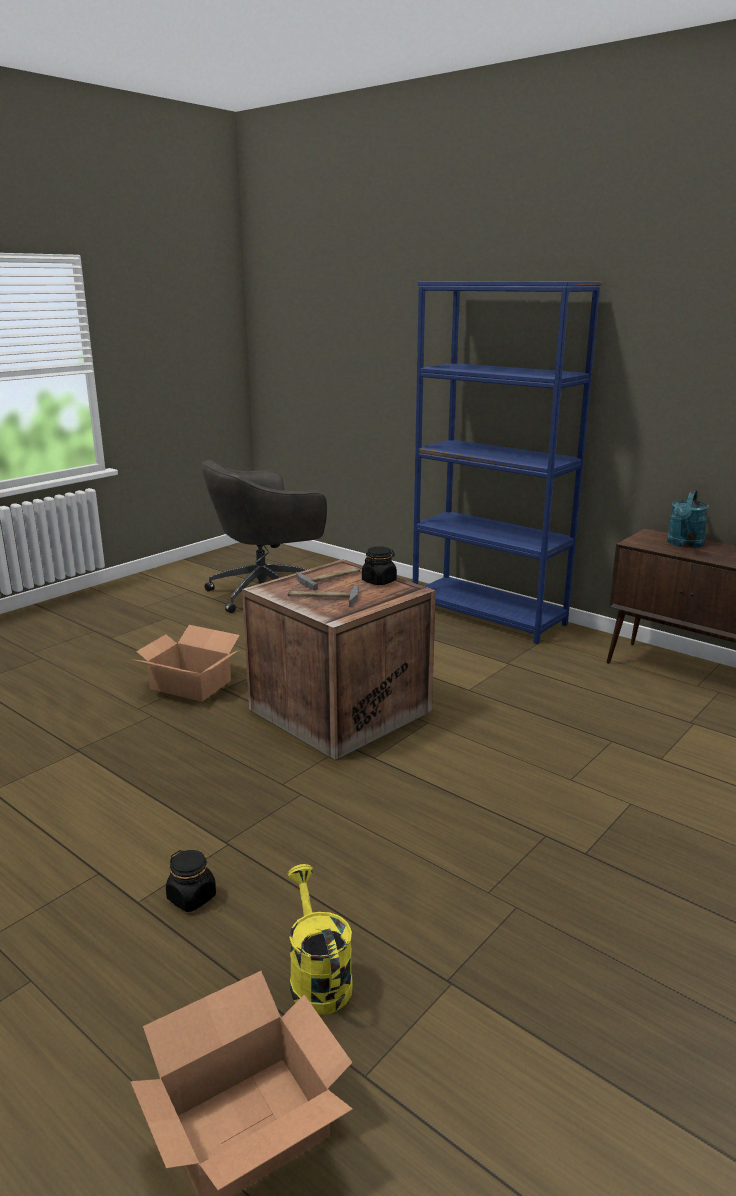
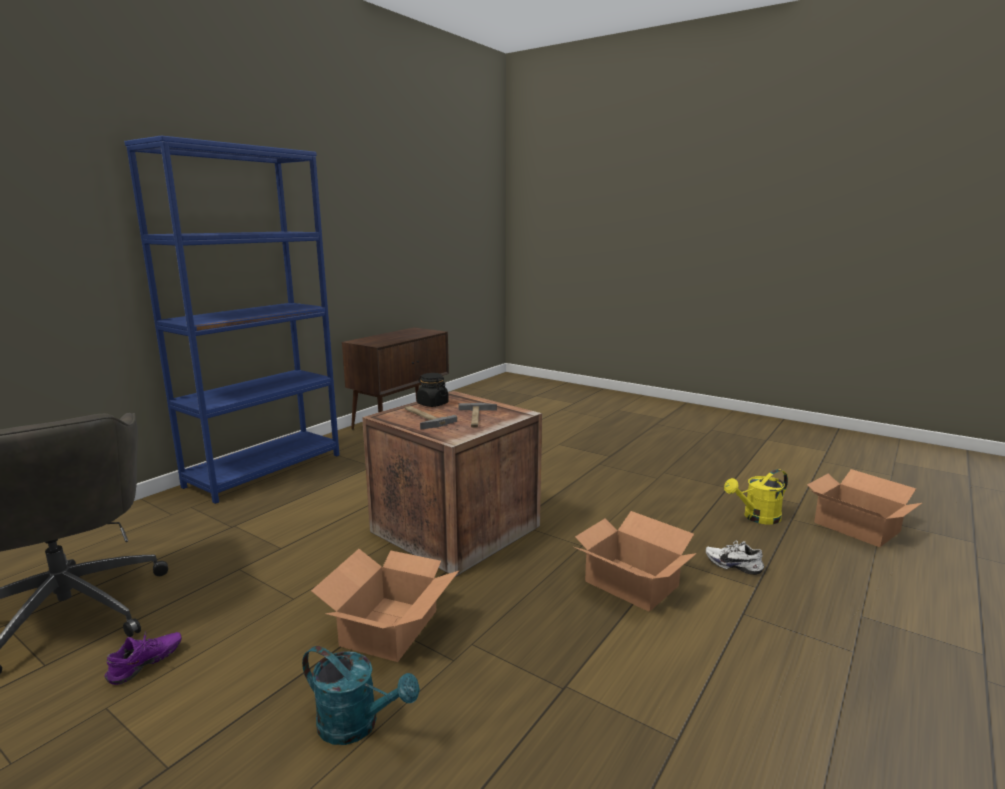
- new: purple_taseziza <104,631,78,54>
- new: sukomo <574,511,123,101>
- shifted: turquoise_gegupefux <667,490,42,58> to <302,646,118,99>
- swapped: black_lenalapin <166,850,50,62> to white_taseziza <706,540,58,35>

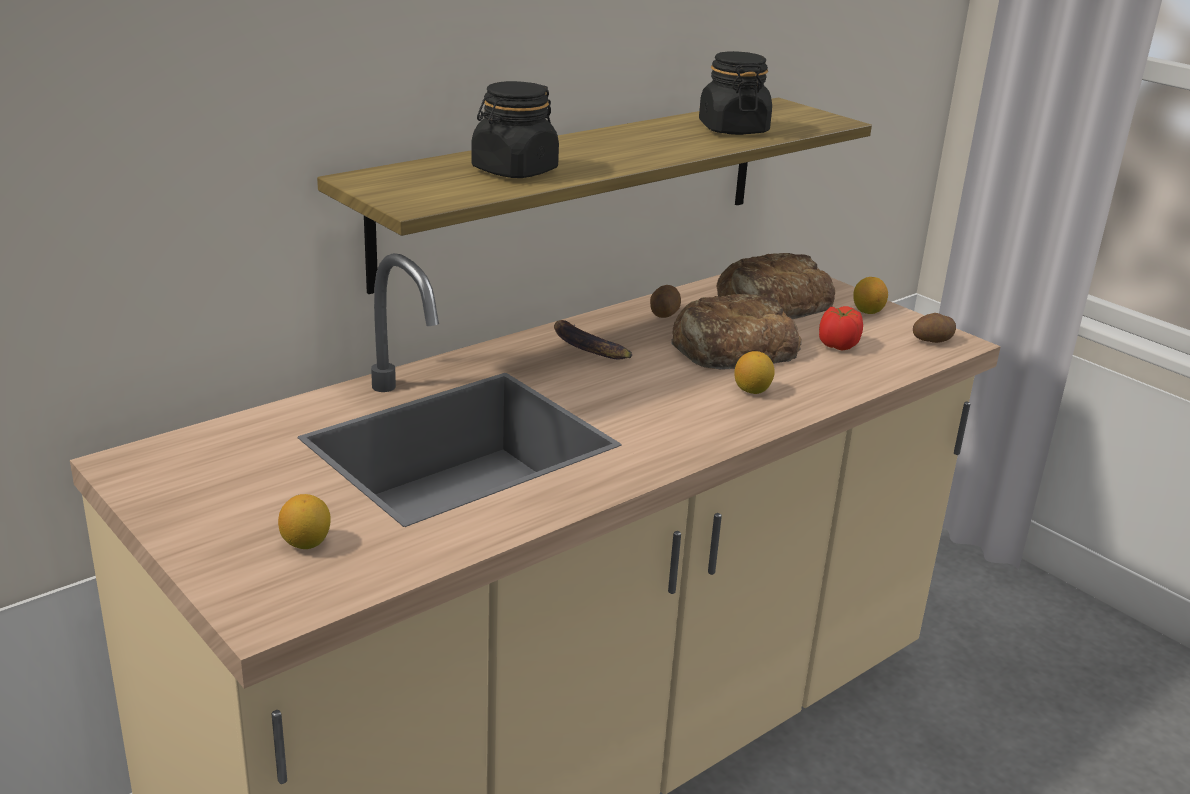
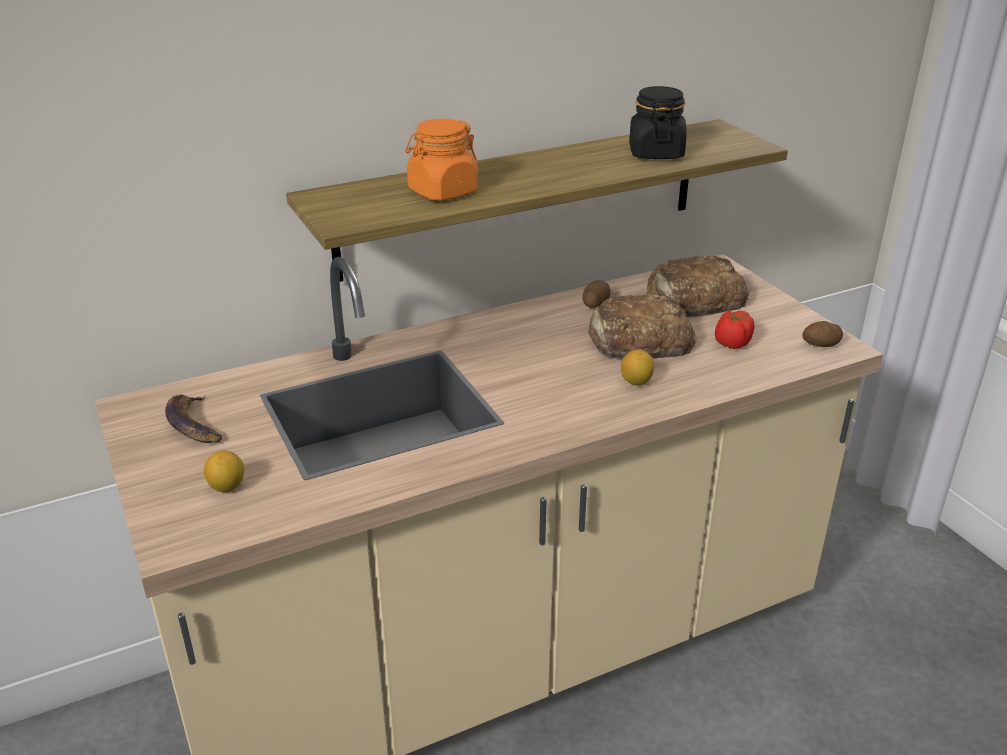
- gone: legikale <853,277,35,37>
- shifted: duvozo <554,320,78,39> to <165,394,57,49>
- repainted: black_lenalapin <471,81,88,97> to orange_lenalapin <405,119,73,82>

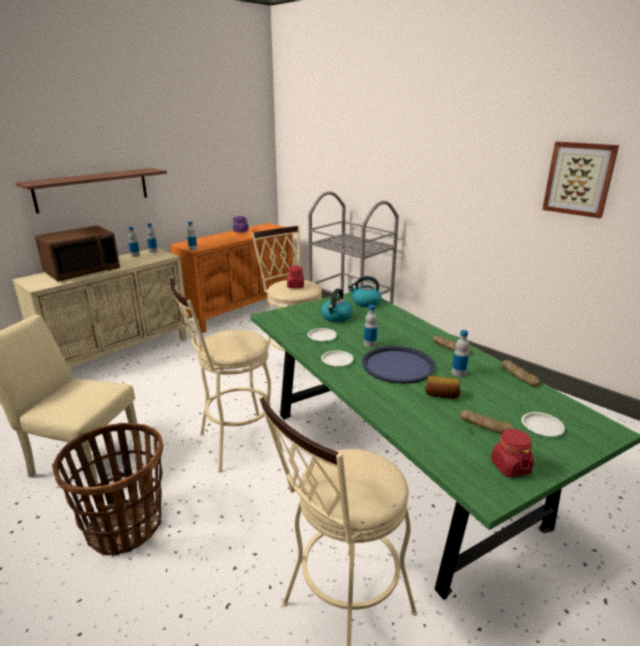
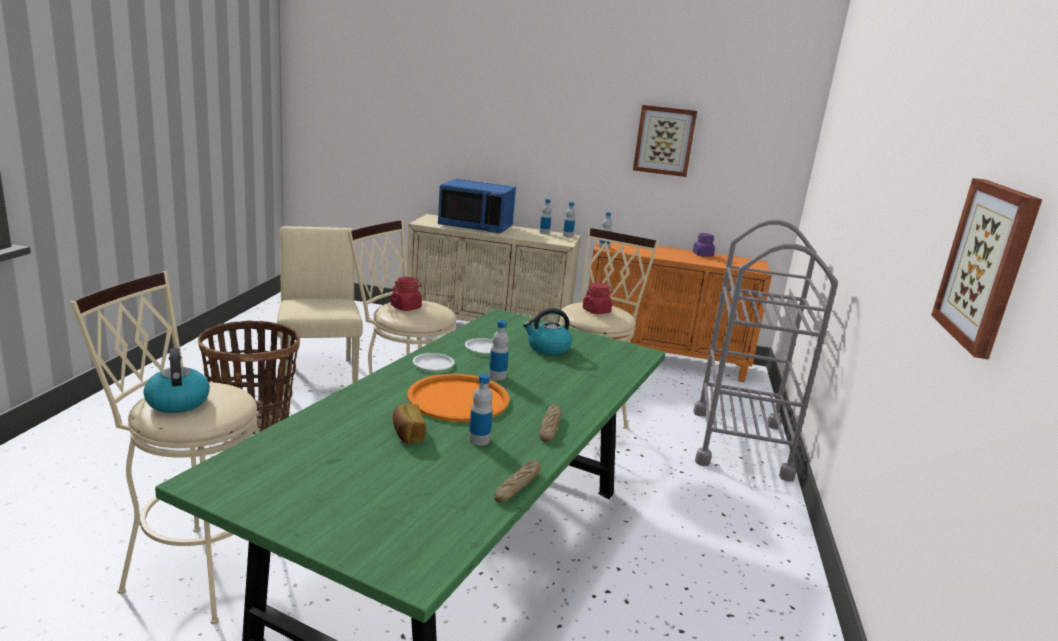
- gone: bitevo <16,168,151,45>
- gone: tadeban <460,410,54,24>
- gone: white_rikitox <522,412,43,24>
- new: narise <633,105,64,72>
- shifted: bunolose <348,276,34,31> to <143,348,67,65>
- shifted: red_lenalapin <491,428,43,49> to <391,277,31,34>
- repainted: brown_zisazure <35,225,85,57> to blue_zisazure <438,179,78,55>
- repainted: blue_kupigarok <362,346,74,38> to orange_kupigarok <408,374,102,48>

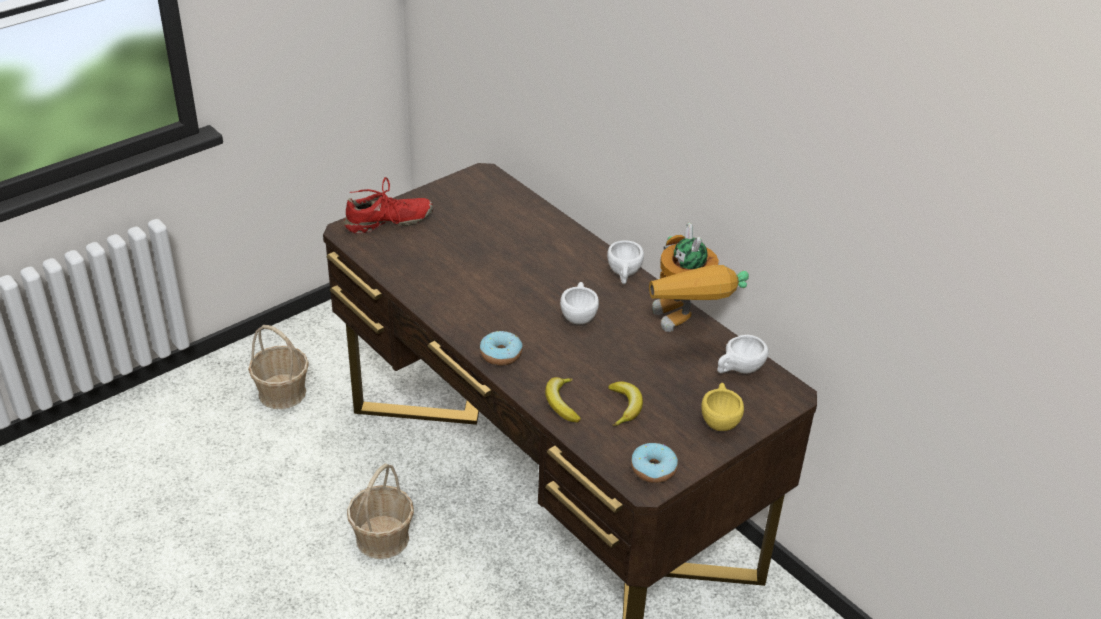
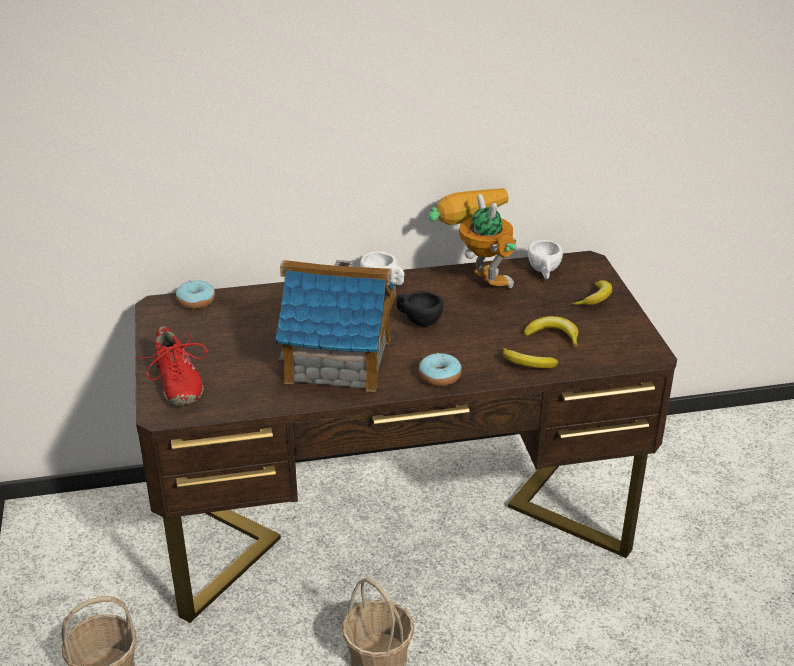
- new: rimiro <275,260,121,132>
- shifted: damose <631,443,47,40> to <176,280,39,29>
- swapped: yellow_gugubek <701,383,43,48> to duvozo <572,280,40,25>
- repainted: white_gugubek <560,282,39,42> to black_gugubek <396,291,47,36>
- rotated: red_taseziza <344,177,90,57> = <136,326,71,79> 150 degrees clockwise
- rotated: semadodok <649,223,100,109> = <428,188,88,100> 135 degrees counterclockwise

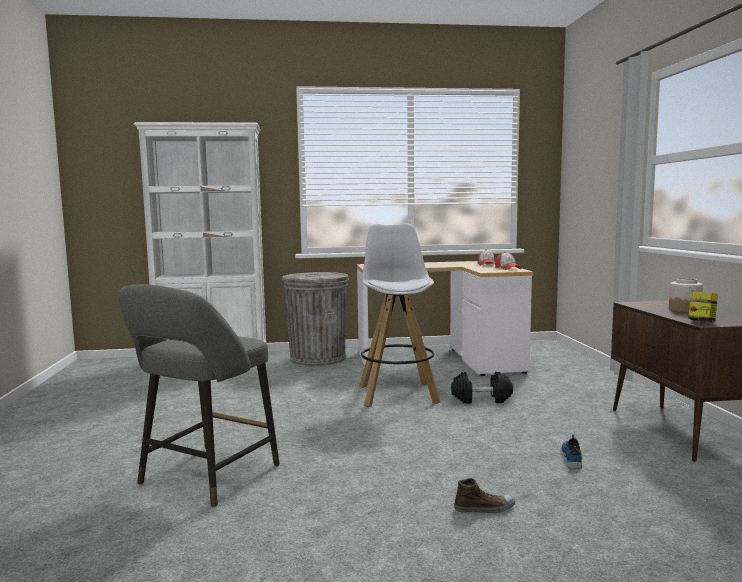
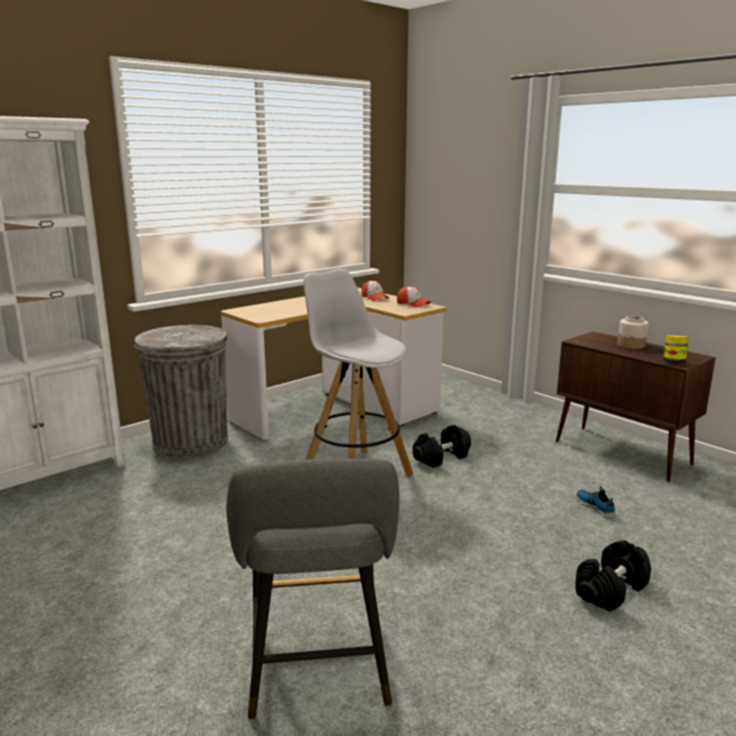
- swapped: taseziza <454,478,61,35> to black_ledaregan <575,540,76,72>

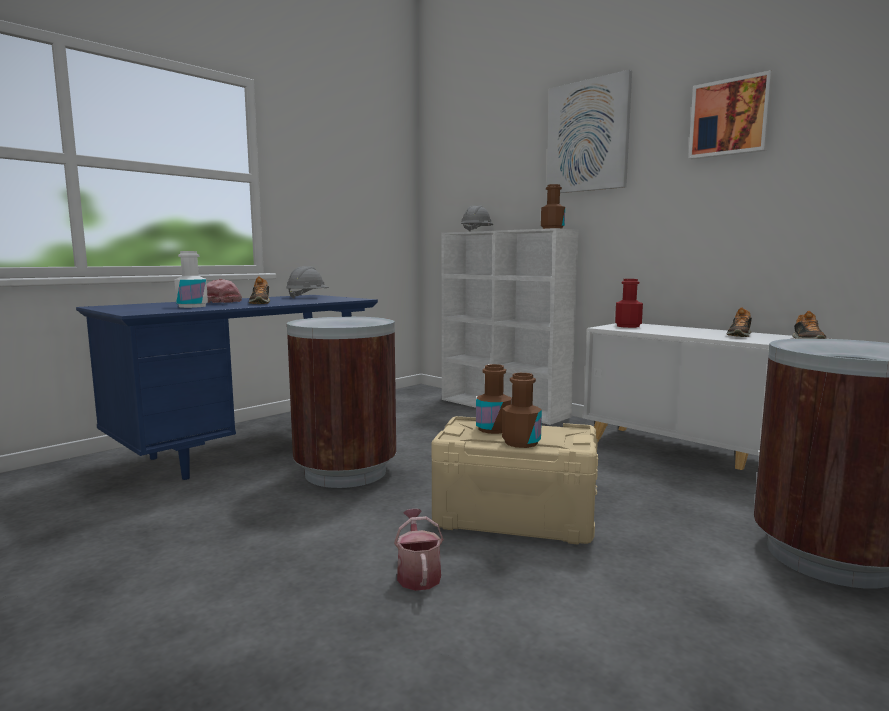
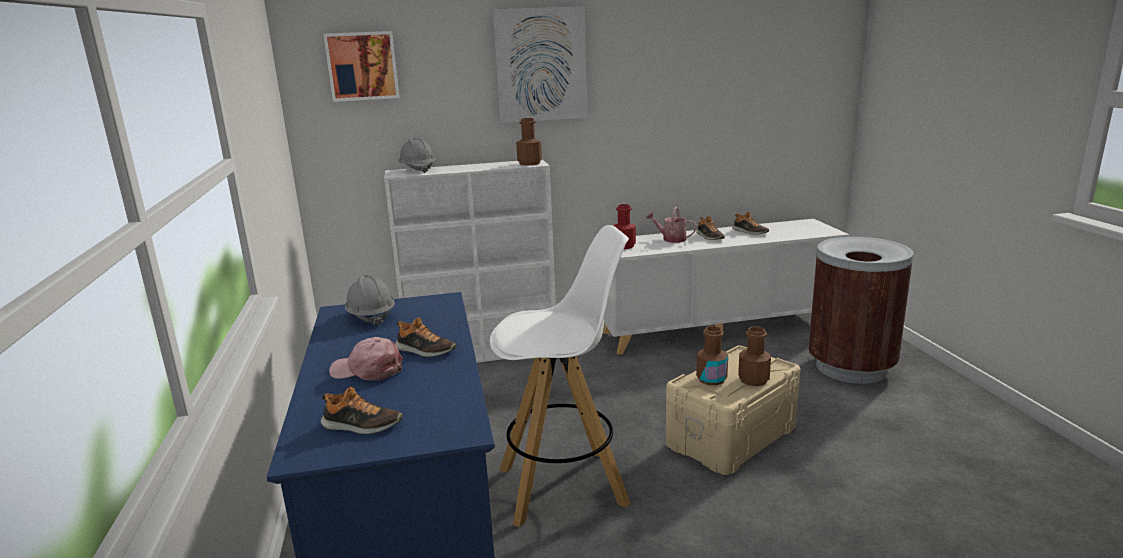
- gone: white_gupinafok <174,251,34,57>
- new: taseziza <321,387,82,47>
- shifted: gegupefux <394,509,50,82> to <646,207,51,36>
- shifted: narise <688,70,86,89> to <323,31,76,71>
- swapped: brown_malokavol <287,317,110,171> to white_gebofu <490,225,141,302>

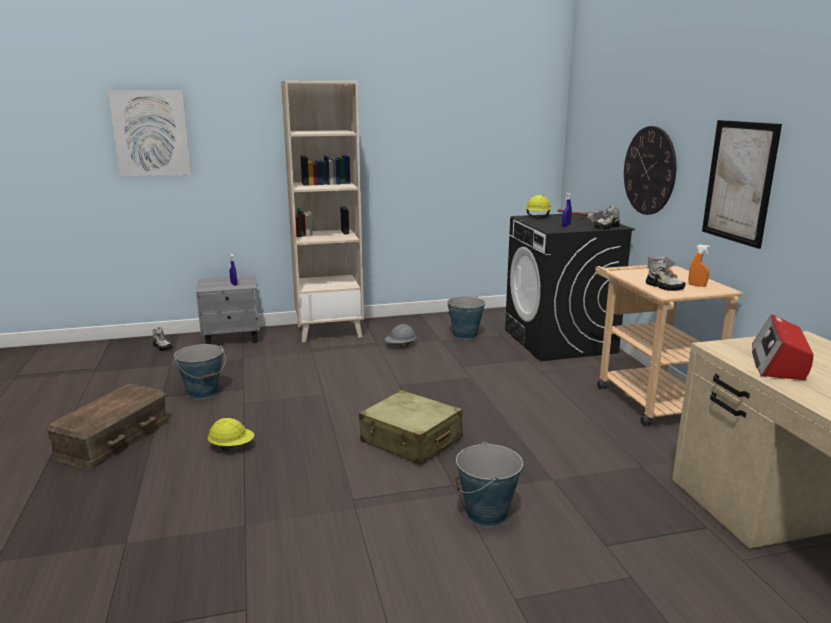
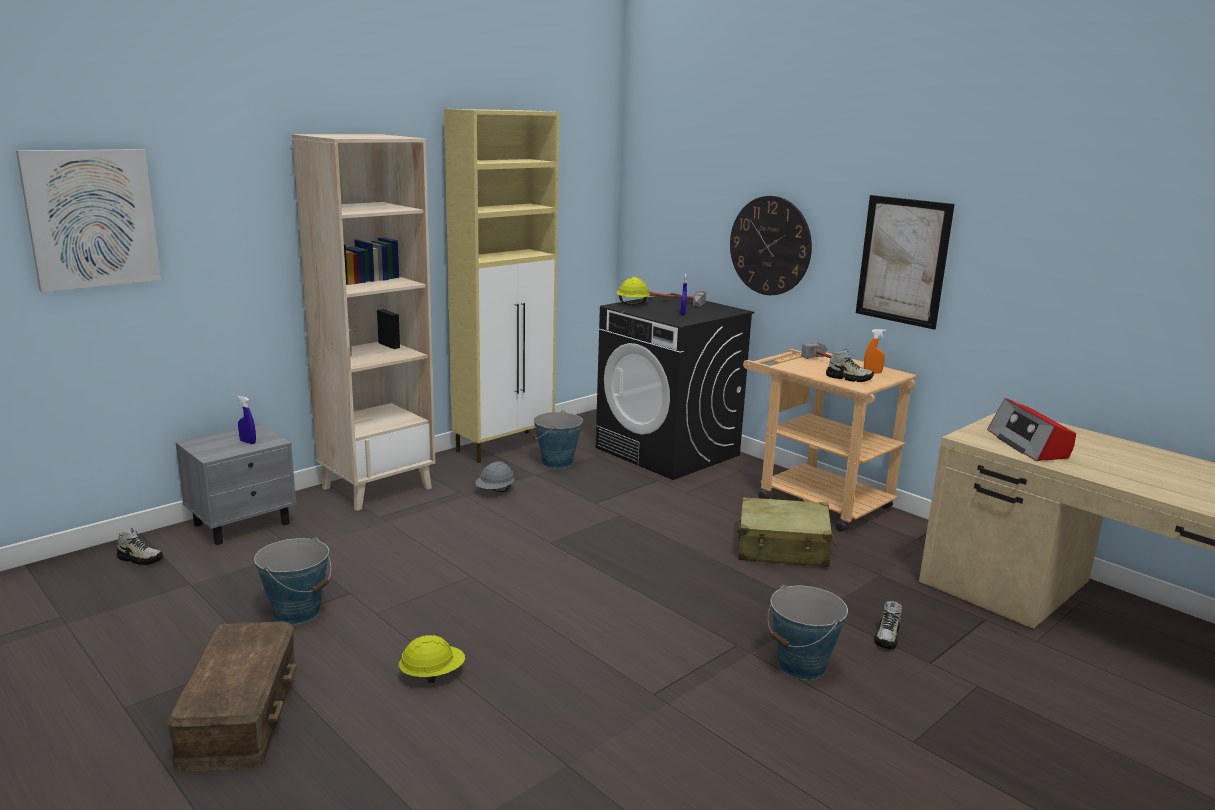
- new: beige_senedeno <444,109,115,354>
- shifted: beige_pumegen <359,390,104,75> to <738,497,99,70>
- shifted: taseziza <594,205,26,24> to <875,601,27,49>

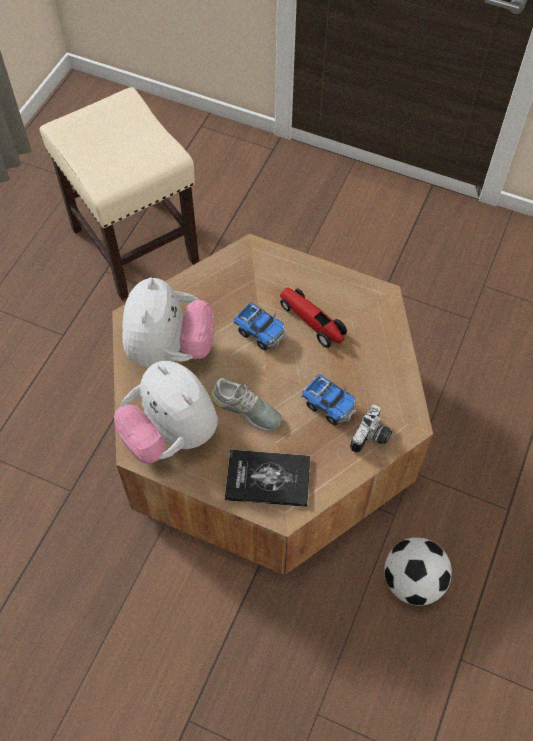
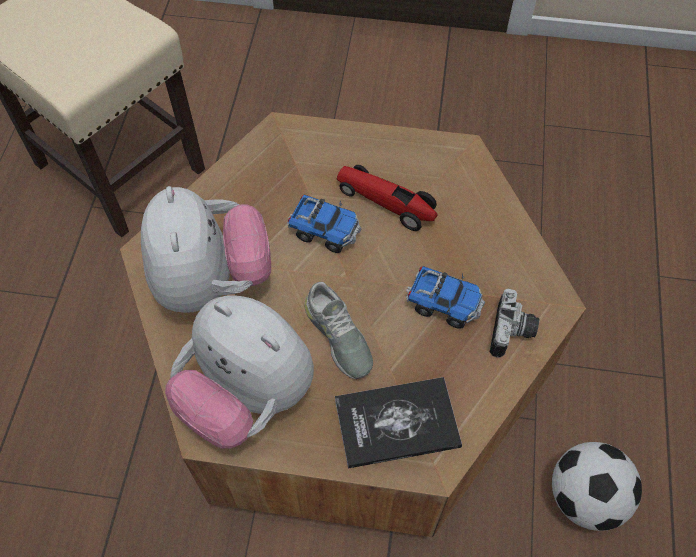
- rotated: grey_taseziza <211,378,71,53> = <304,282,69,97> 45 degrees clockwise

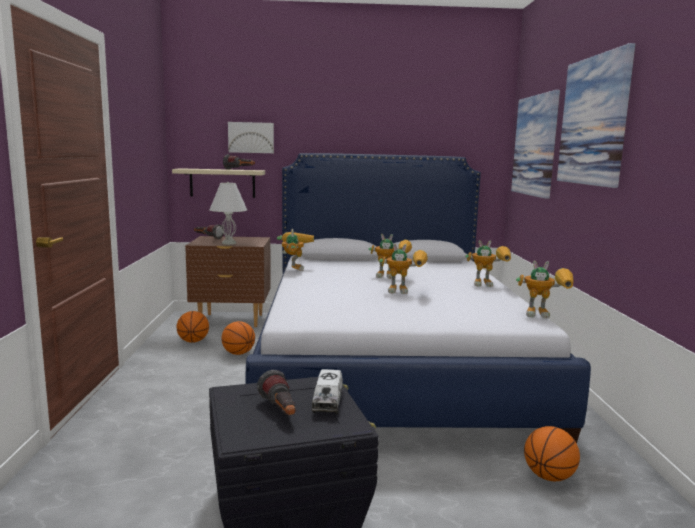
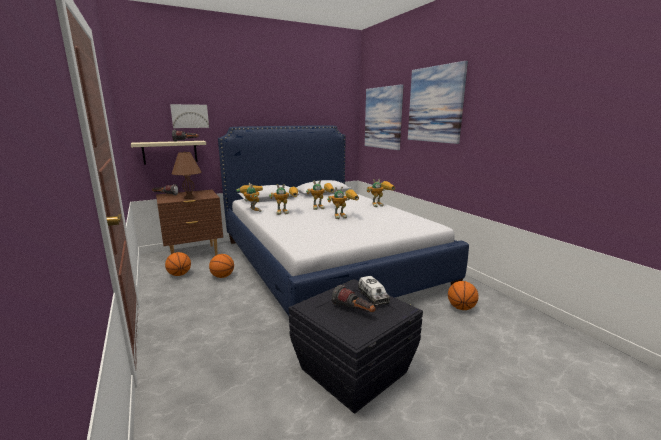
- shifted: semadodok <516,261,58,57> to <269,184,29,31>
- repainted: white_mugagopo <209,182,38,63> to brown_mugagopo <171,152,31,47>

